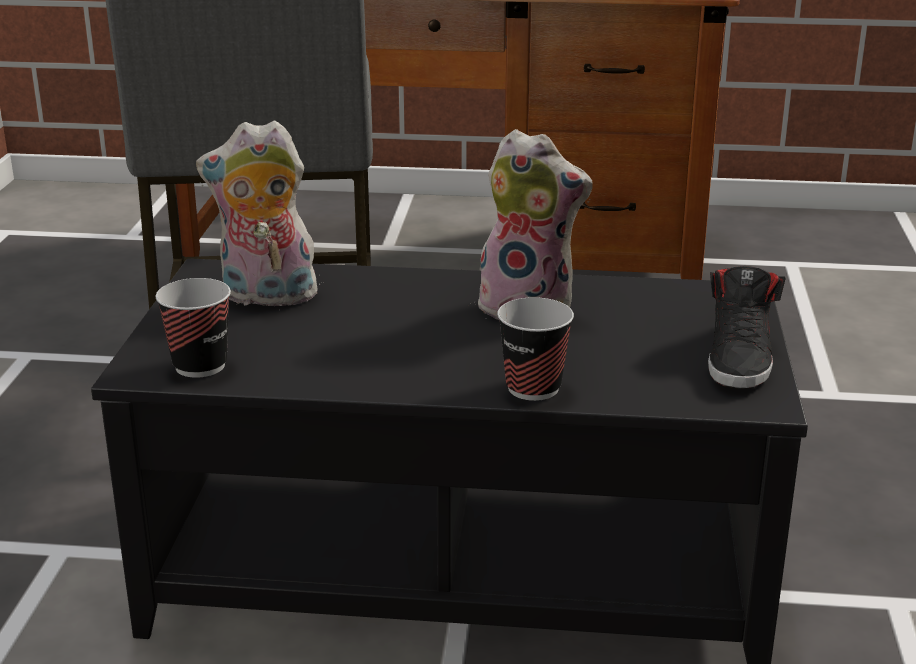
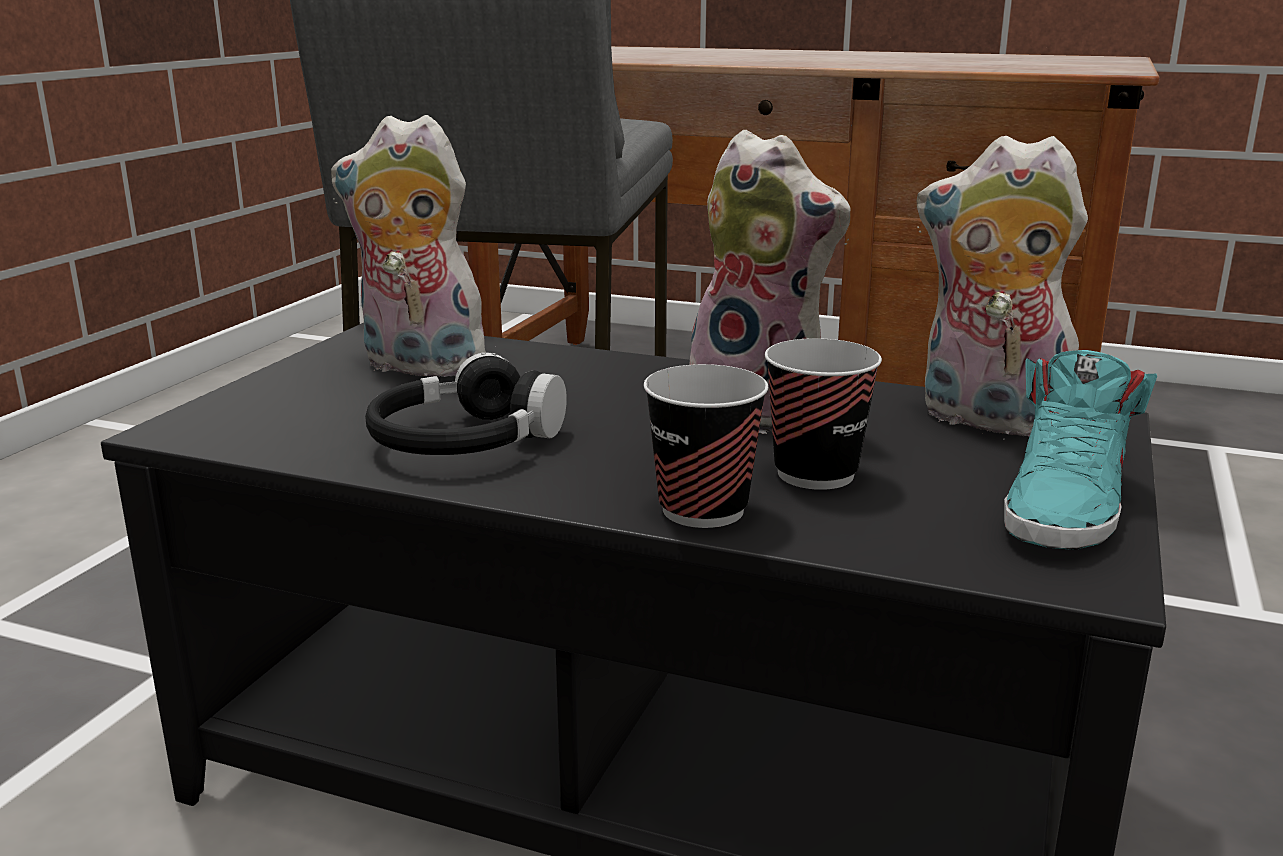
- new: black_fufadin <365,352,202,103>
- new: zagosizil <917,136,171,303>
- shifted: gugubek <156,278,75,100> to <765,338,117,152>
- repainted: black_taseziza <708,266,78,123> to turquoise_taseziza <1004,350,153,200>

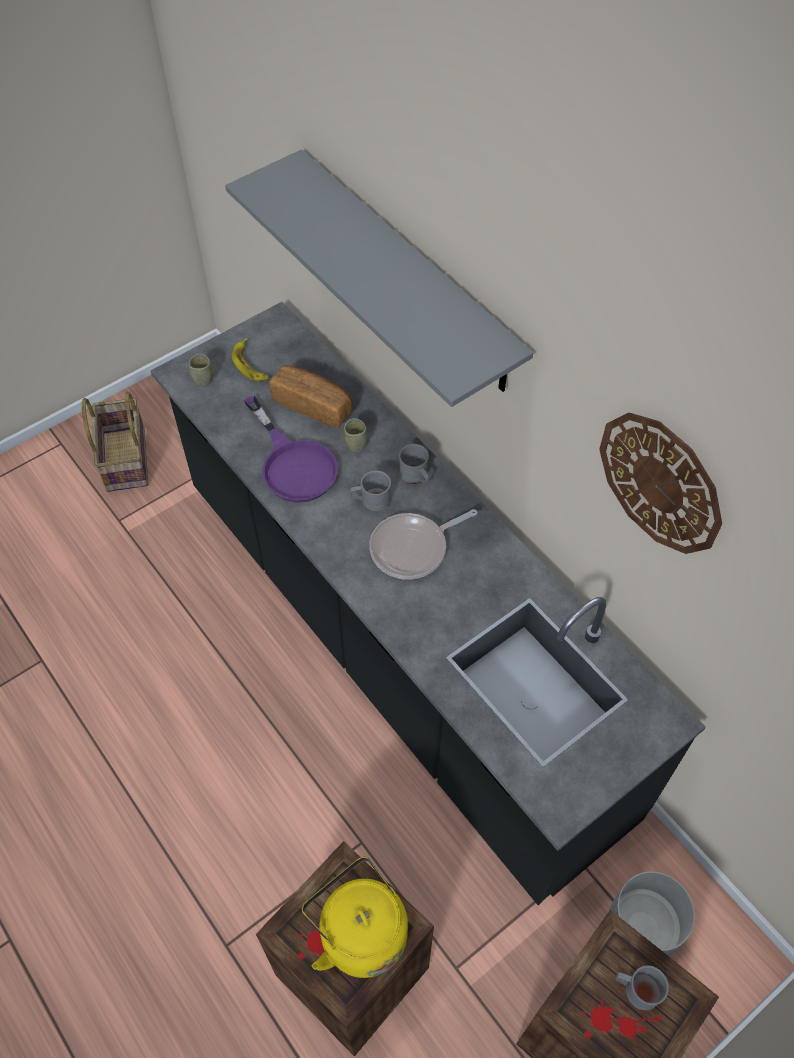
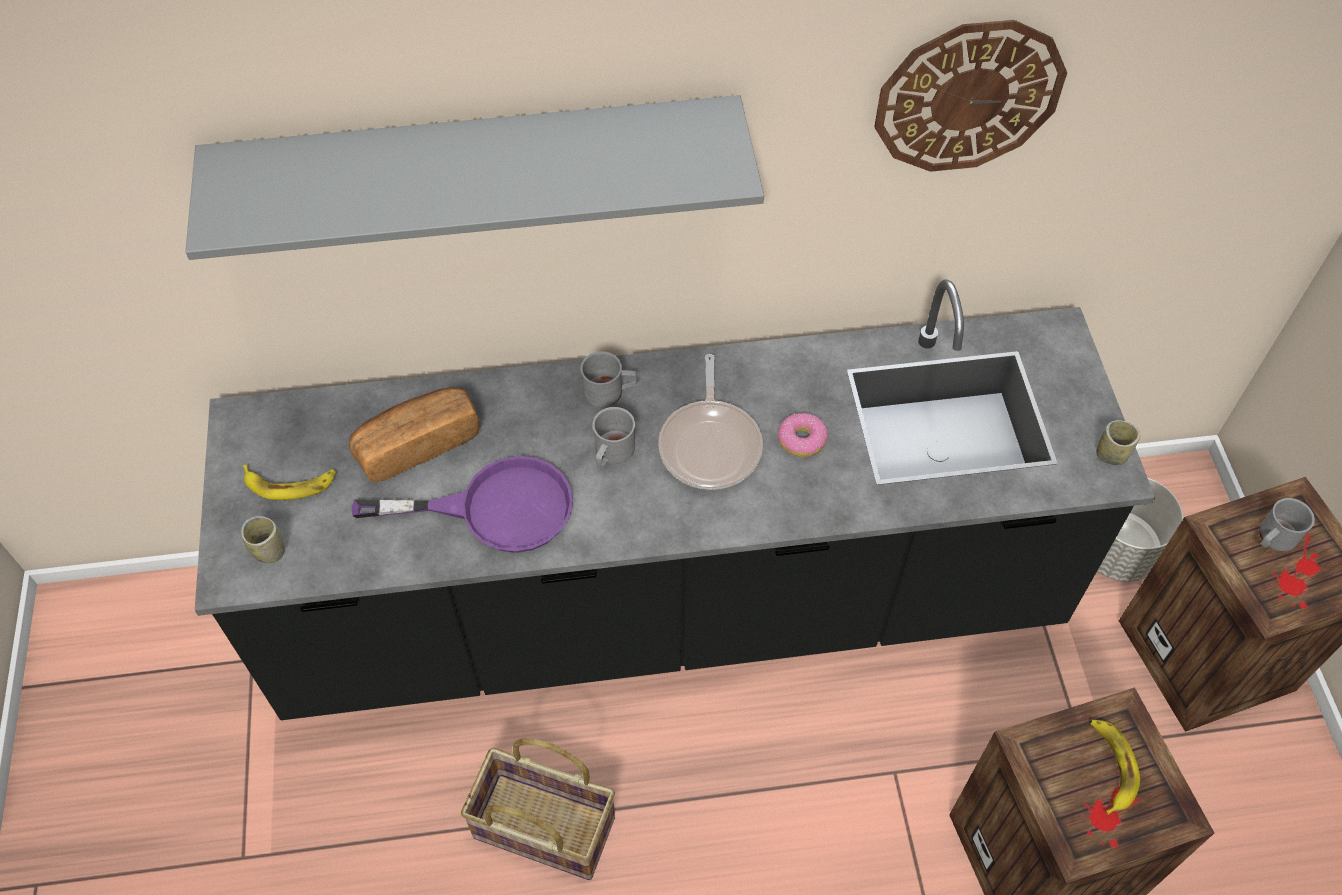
- new: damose <778,413,50,44>
- shifted: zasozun <82,392,66,100> to <461,738,154,142>
- shifted: gugubek <344,418,23,34> to <1096,420,44,45>
- swapped: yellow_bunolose <302,857,106,121> to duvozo <1091,720,49,95>

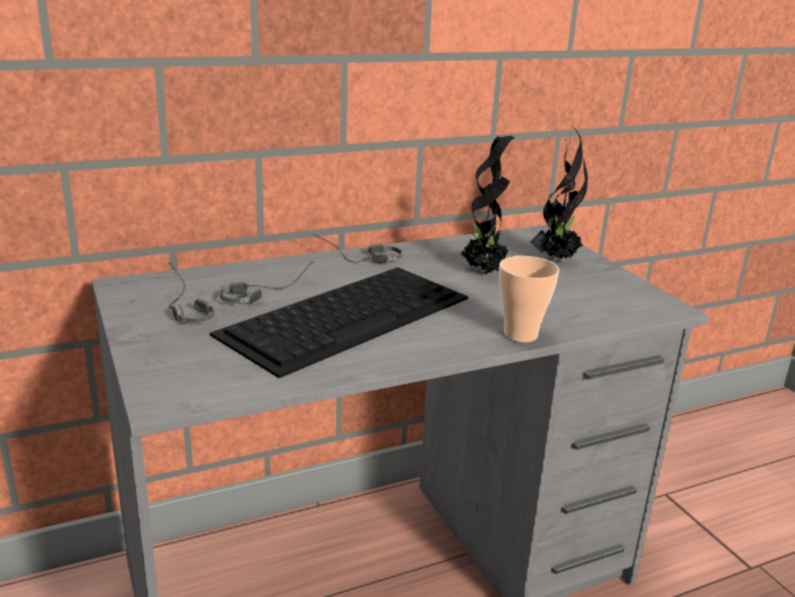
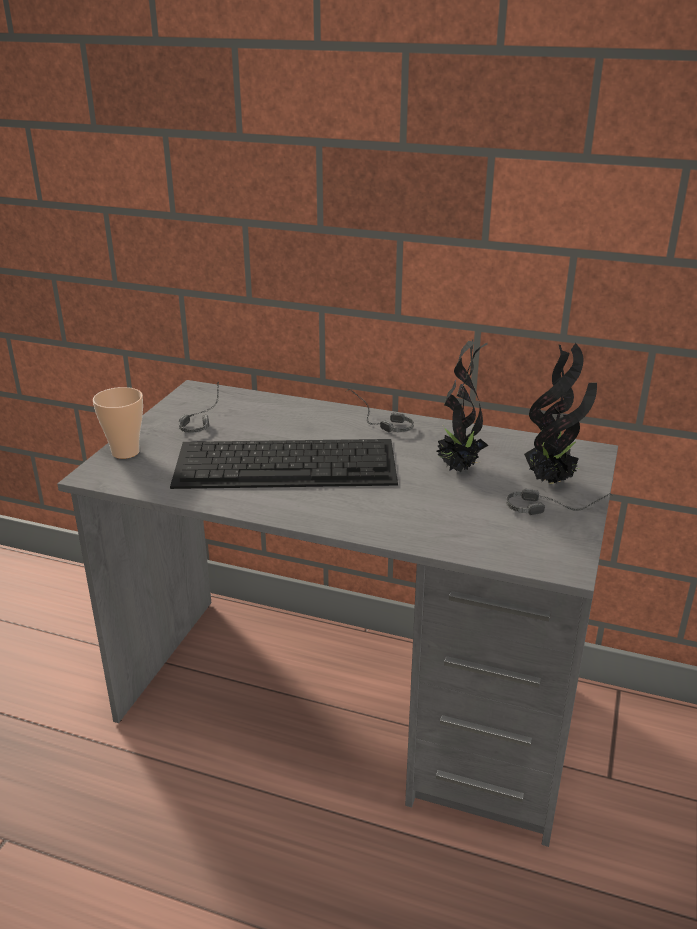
- shifted: fufadin <220,261,94,43> to <506,489,106,26>
- shifted: gugubek <499,256,60,87> to <93,387,50,72>

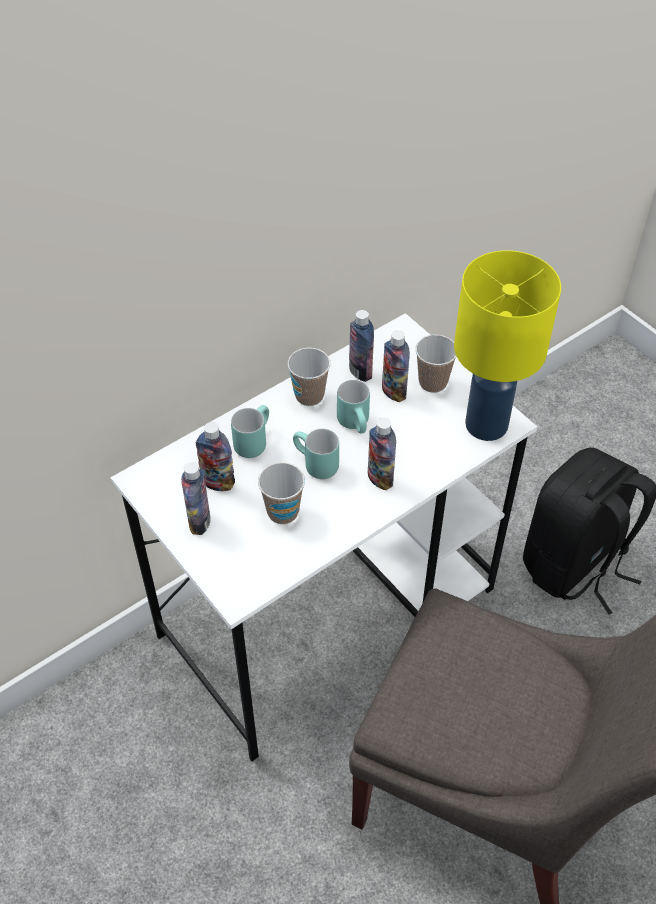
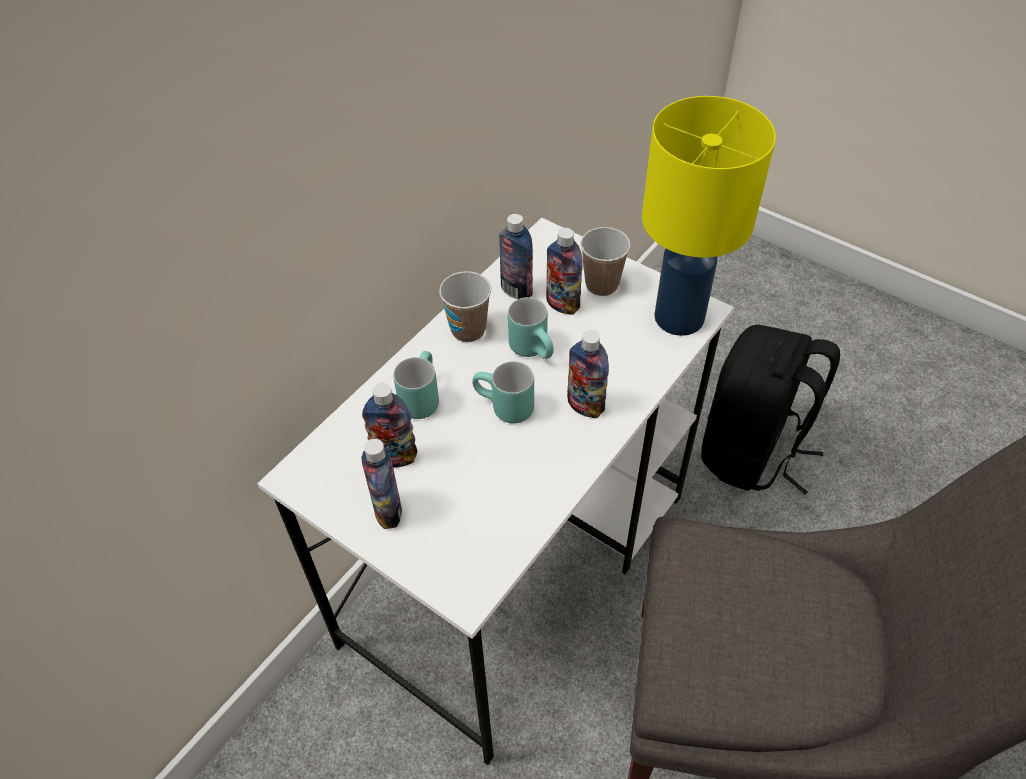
- gone: gugubek <258,462,47,62>

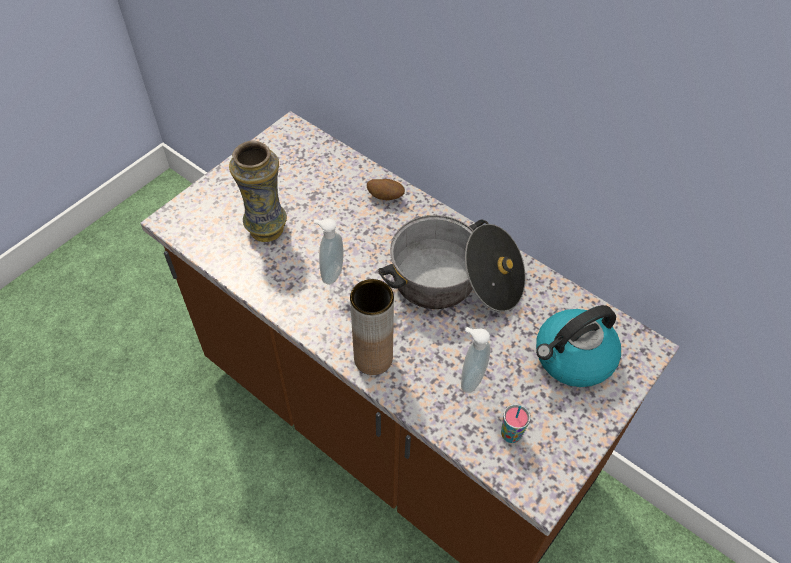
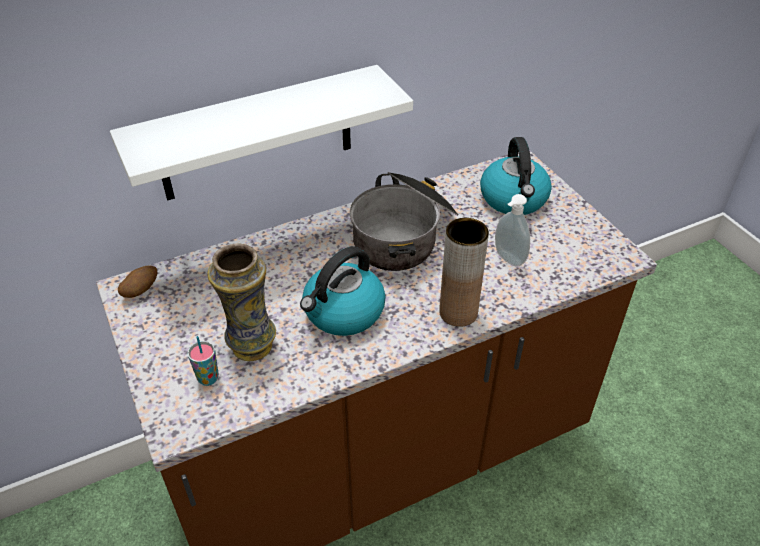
- new: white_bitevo <110,65,303,135>
- shifted: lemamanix <367,179,38,21> to <118,265,39,33>
- shifted: gugubek <501,404,29,39> to <188,336,31,50>
- swapped: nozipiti <314,219,30,66> to bunolose <300,246,86,90>

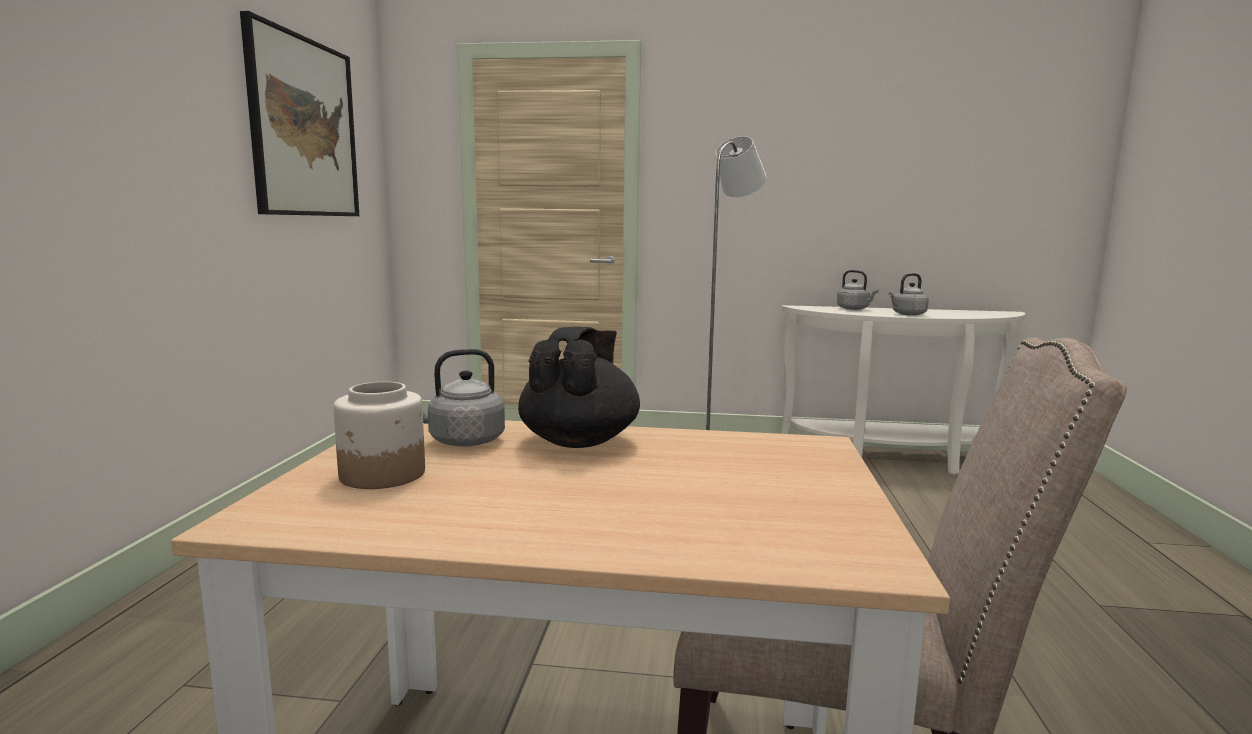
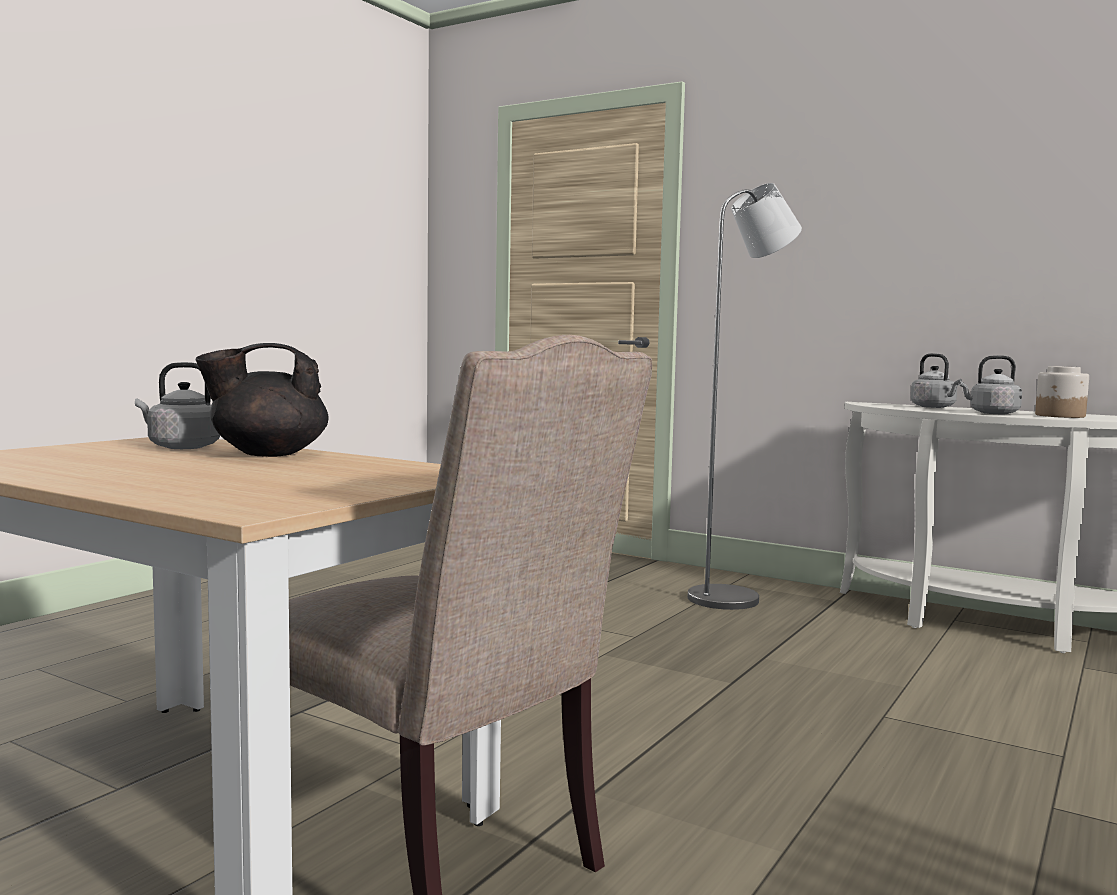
- gone: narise <240,11,119,205>
- shifted: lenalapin <333,382,92,107> to <1035,366,54,52>
- rotated: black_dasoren <518,327,122,121> = <196,343,133,114> 150 degrees counterclockwise

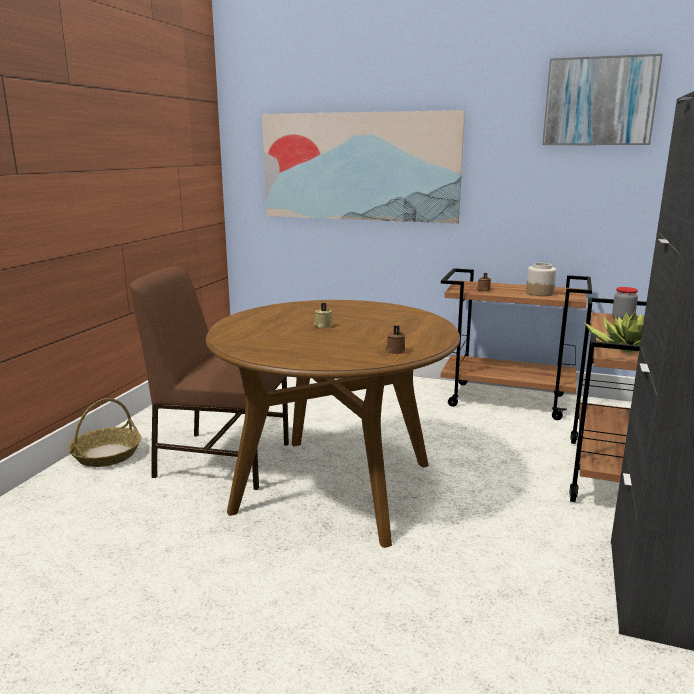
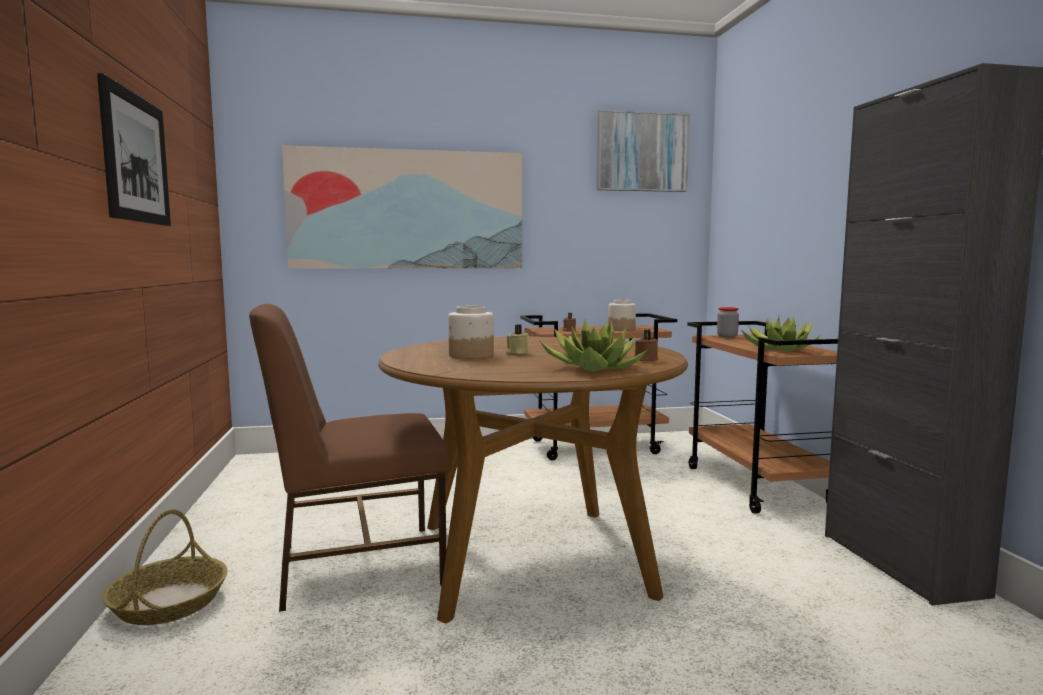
- new: narise <97,73,74,153>
- new: lenalapin <448,306,46,53>
- new: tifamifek <540,318,107,53>

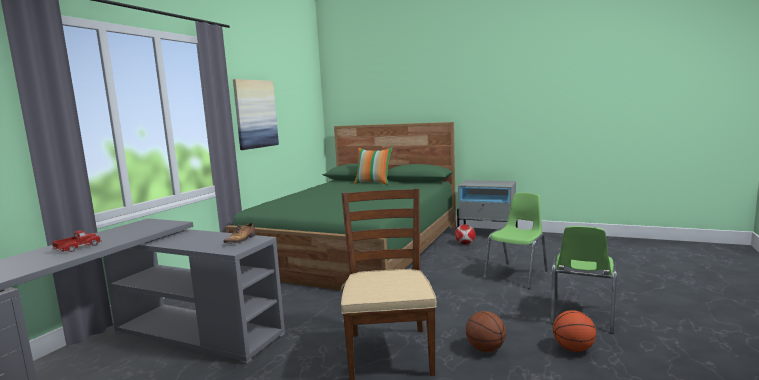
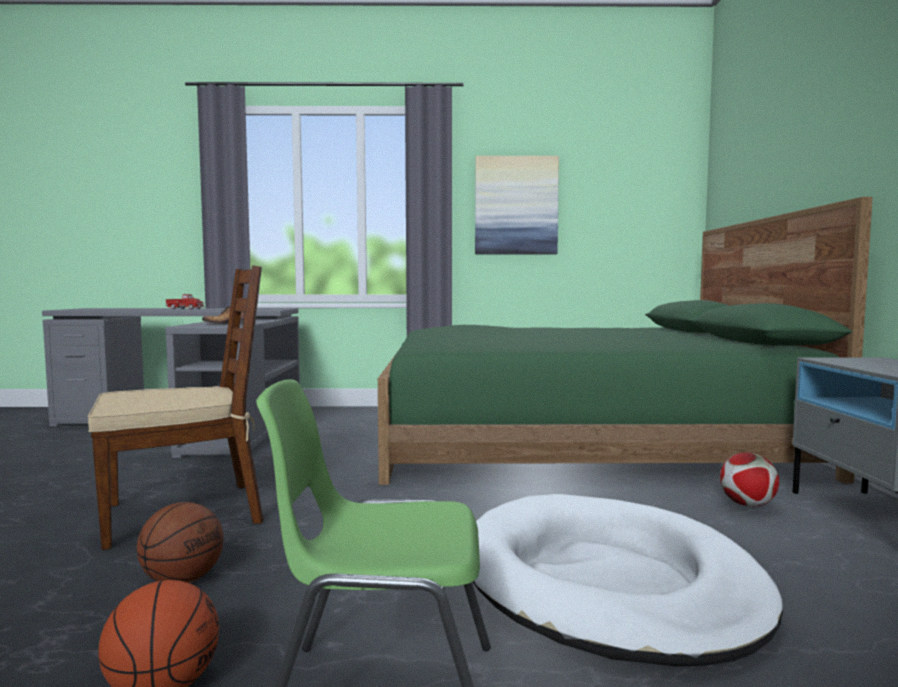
- gone: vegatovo <354,147,38,38>
- swapped: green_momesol <484,192,64,97> to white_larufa <473,494,310,172>

